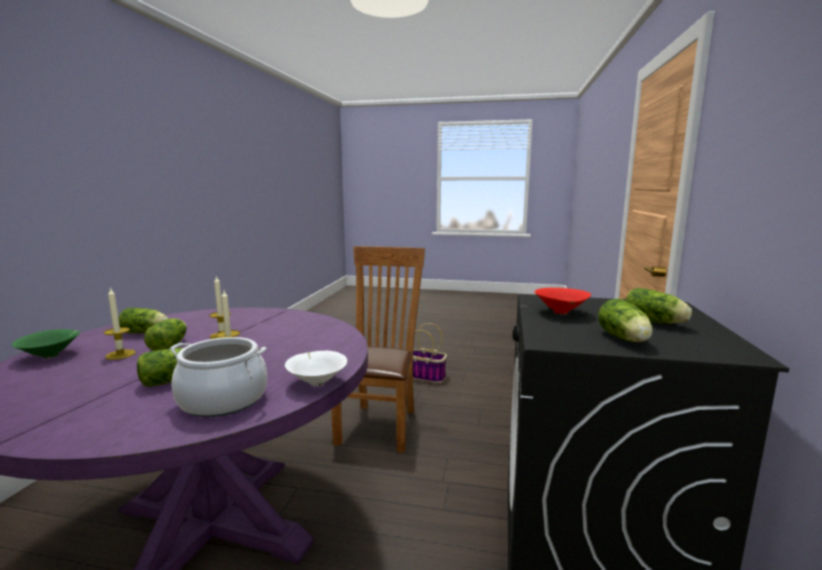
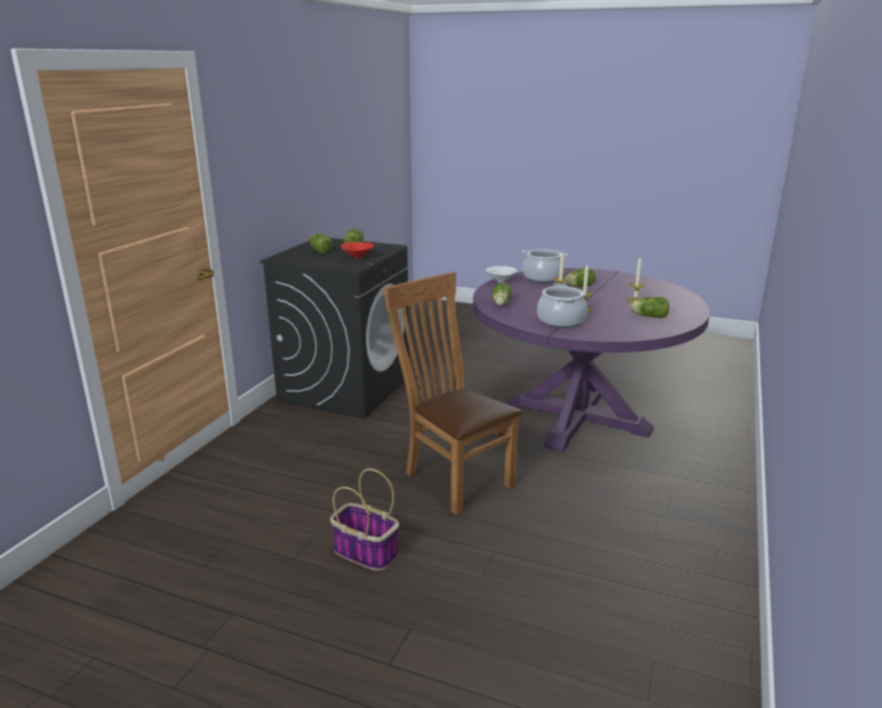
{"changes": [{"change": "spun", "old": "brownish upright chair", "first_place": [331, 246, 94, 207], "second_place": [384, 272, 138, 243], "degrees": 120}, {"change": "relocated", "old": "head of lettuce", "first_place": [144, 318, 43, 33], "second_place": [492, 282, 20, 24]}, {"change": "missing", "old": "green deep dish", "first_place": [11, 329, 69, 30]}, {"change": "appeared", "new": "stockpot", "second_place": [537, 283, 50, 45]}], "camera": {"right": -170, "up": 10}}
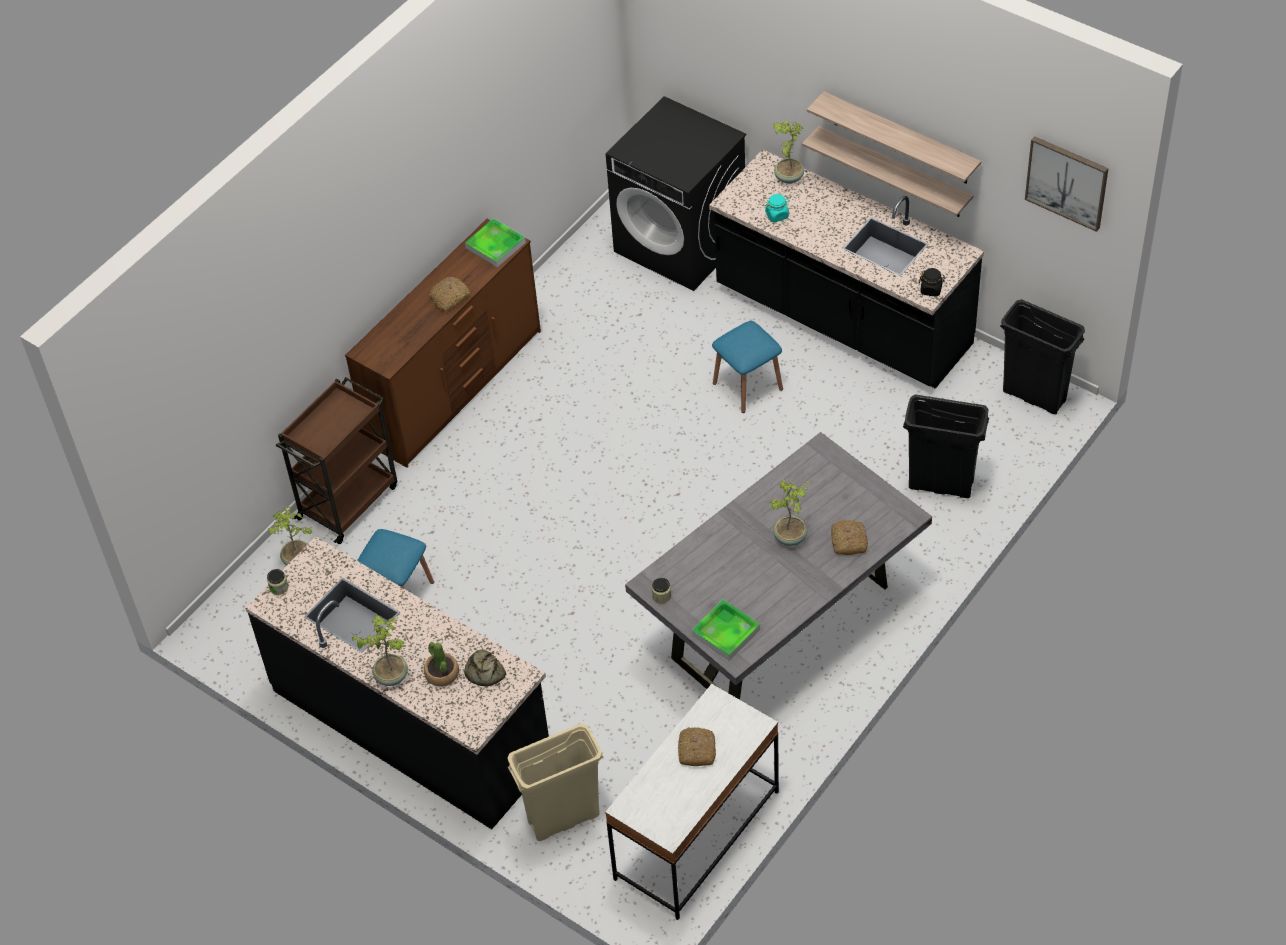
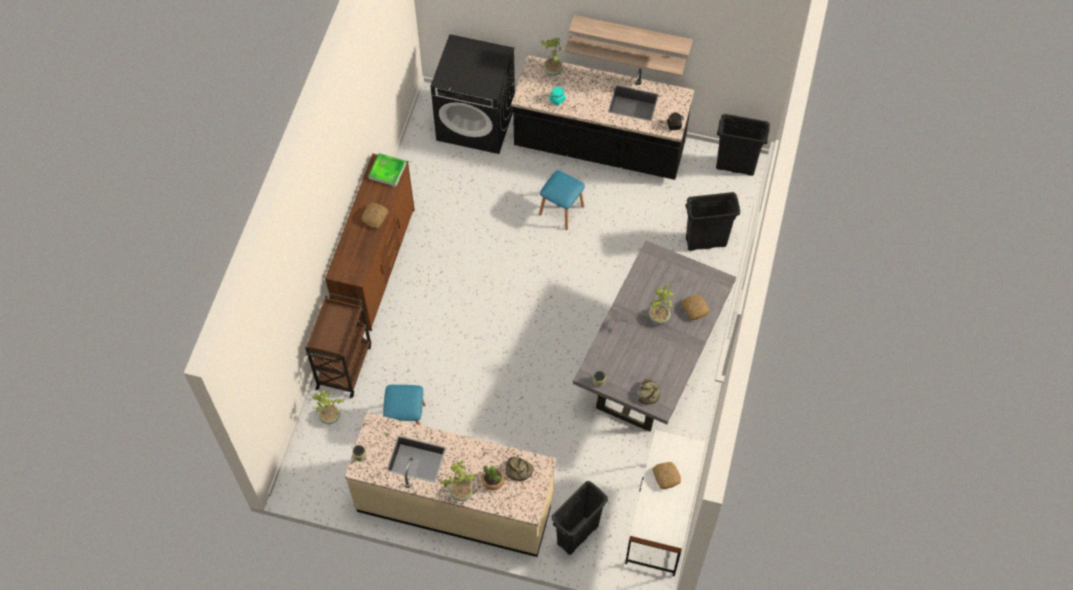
{"changes": [{"change": "missing", "old": "picture", "first_place": [1025, 136, 84, 96]}, {"change": "colour", "old": "black-coloured kitchen counter", "new": "sand-coloured kitchen counter", "first_place": [245, 537, 304, 292], "second_place": [345, 412, 211, 145]}, {"change": "exchanged", "old": "tray", "new": "bakery bread", "first_place": [692, 599, 68, 62], "second_place": [638, 379, 22, 25]}, {"change": "colour", "old": "sand-coloured trash can", "new": "black-coloured trash can", "first_place": [508, 723, 95, 118], "second_place": [552, 481, 56, 74]}], "camera": {"right": -25, "up": 10}}
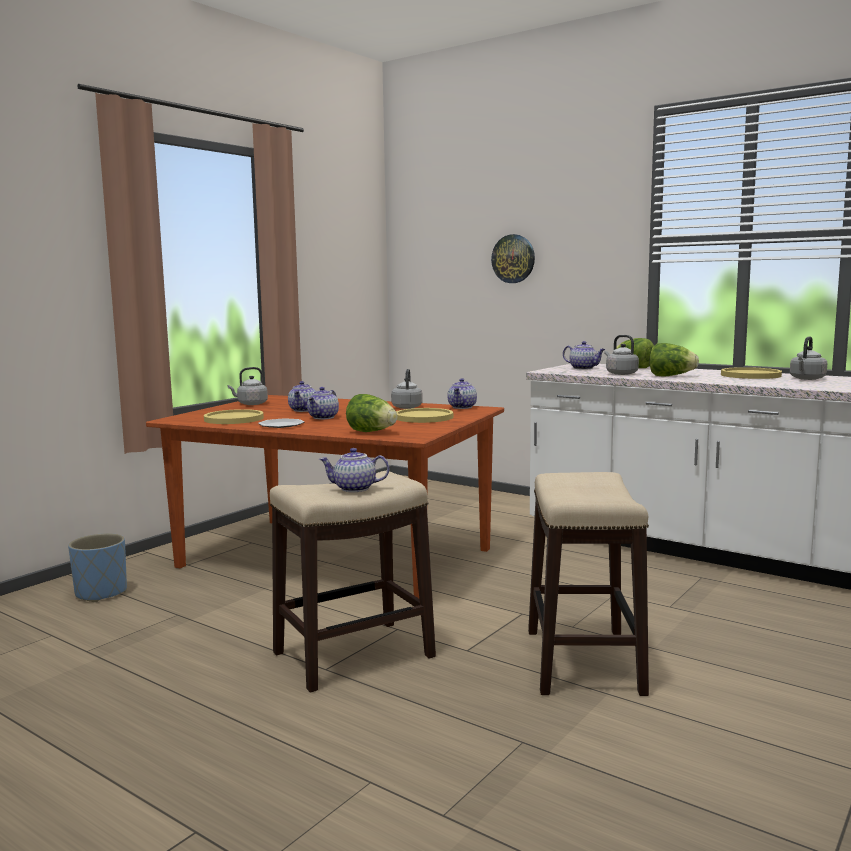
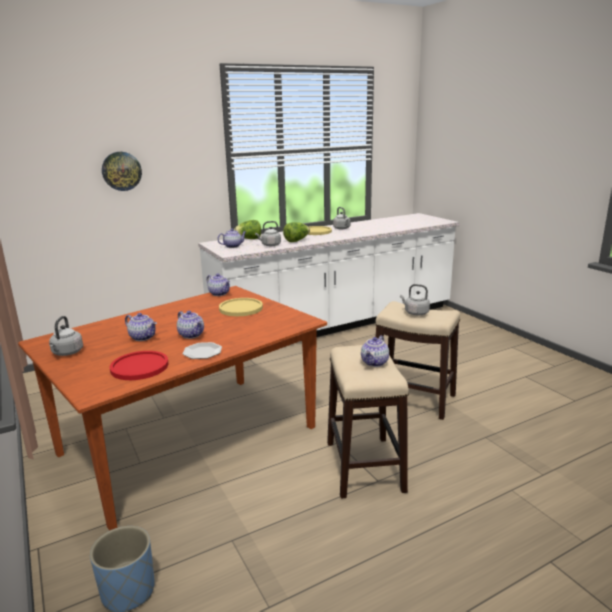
{"changes": [{"change": "relocated", "old": "gray tea kettle", "first_place": [391, 369, 32, 40], "second_place": [400, 284, 30, 31]}, {"change": "missing", "old": "head of lettuce", "first_place": [346, 394, 52, 38]}, {"change": "colour", "old": "yellow dinner plate", "new": "red-coloured dinner plate", "first_place": [204, 409, 60, 15], "second_place": [110, 351, 59, 29]}], "camera": {"right": -65, "up": 10}}
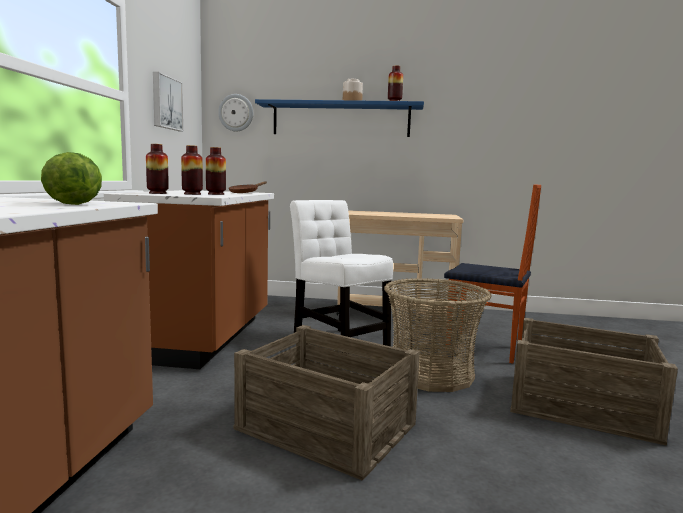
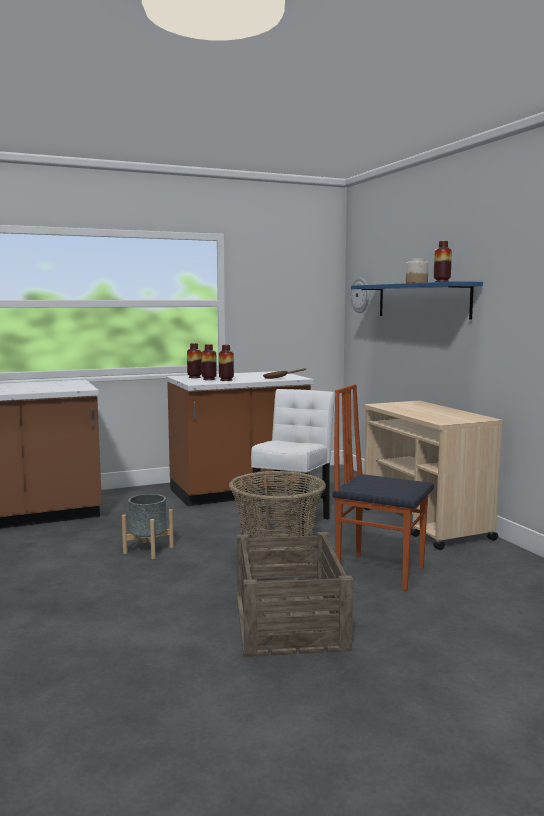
{"changes": [{"change": "missing", "old": "picture", "first_place": [153, 72, 31, 59]}, {"change": "missing", "old": "head of lettuce", "first_place": [41, 152, 61, 53]}, {"change": "spun", "old": "upright chair", "first_place": [444, 184, 97, 180], "second_place": [332, 384, 102, 207], "degrees": 120}, {"change": "exchanged", "old": "packing crate", "new": "gray plant pot", "first_place": [234, 325, 186, 156], "second_place": [122, 494, 52, 65]}], "camera": {"right": 60, "up": 0}}
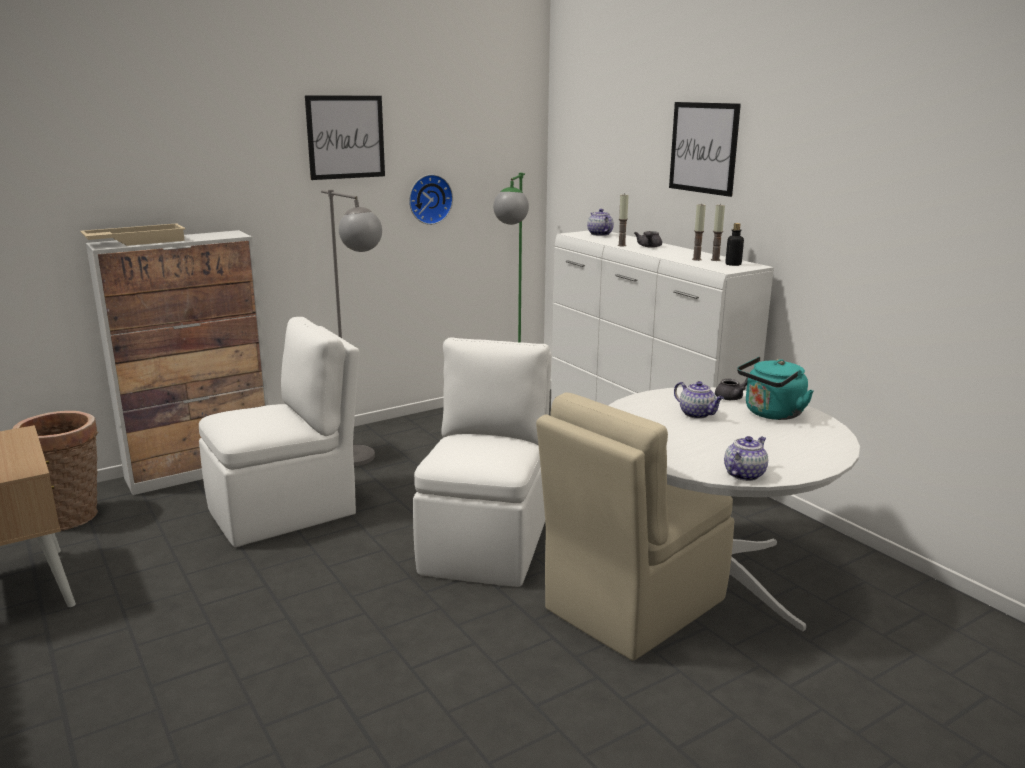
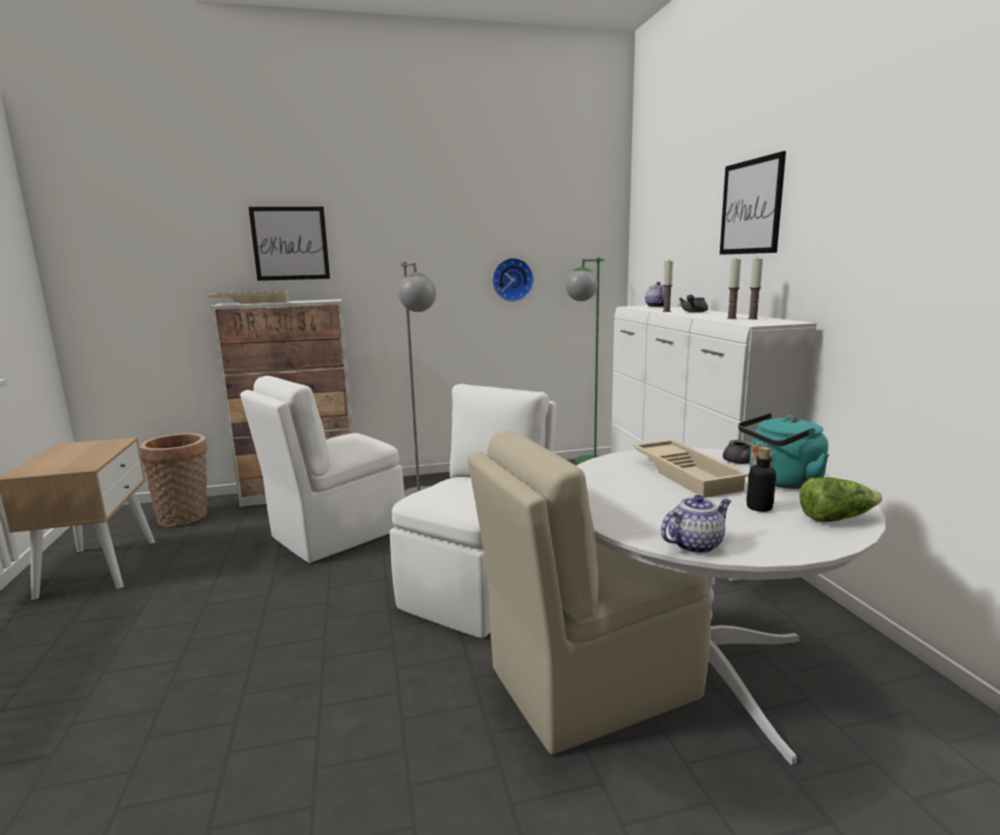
{"changes": [{"change": "relocated", "old": "picture", "first_place": [305, 96, 80, 84], "second_place": [249, 207, 81, 74]}, {"change": "relocated", "old": "bottle", "first_place": [726, 223, 18, 43], "second_place": [746, 447, 30, 65]}, {"change": "spun", "old": "white upright chair", "first_place": [199, 317, 161, 230], "second_place": [240, 376, 165, 187], "degrees": 150}, {"change": "exchanged", "old": "teapot", "new": "sand-coloured tray", "first_place": [674, 381, 50, 38], "second_place": [633, 440, 116, 58]}, {"change": "appeared", "new": "head of lettuce", "second_place": [799, 477, 83, 45]}], "camera": {"right": 20, "up": -5}}
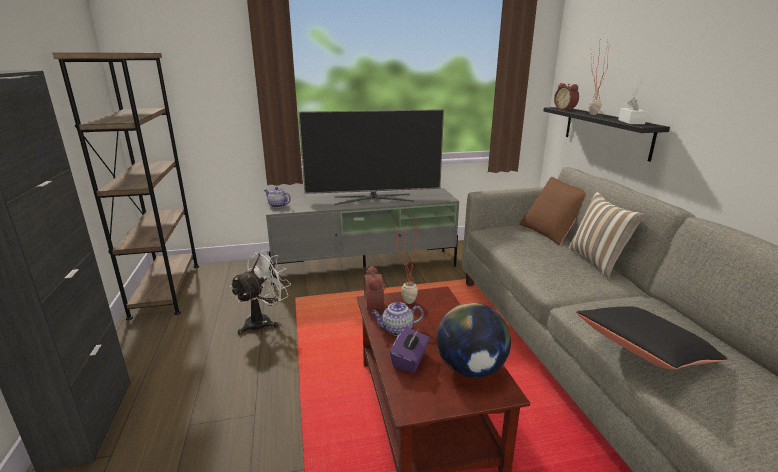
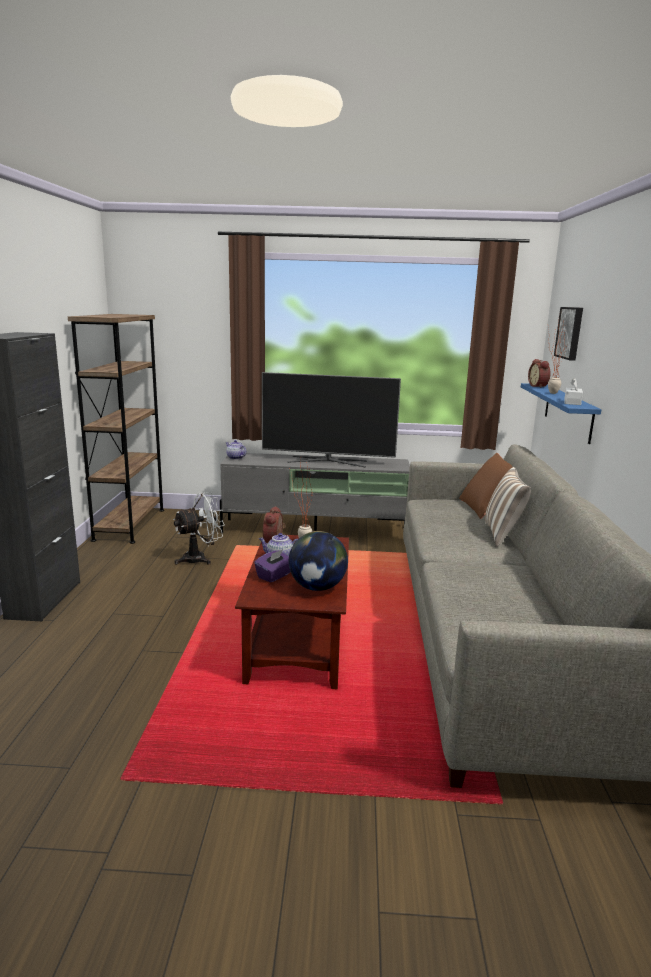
{"changes": [{"change": "colour", "old": "black-coloured bracket shelf", "new": "blue-coloured bracket shelf", "first_place": [543, 107, 127, 55], "second_place": [521, 383, 81, 61]}, {"change": "missing", "old": "black-coloured pillow", "first_place": [576, 306, 151, 64]}, {"change": "appeared", "new": "picture", "second_place": [554, 307, 29, 54]}], "camera": {"right": 15, "up": -5}}
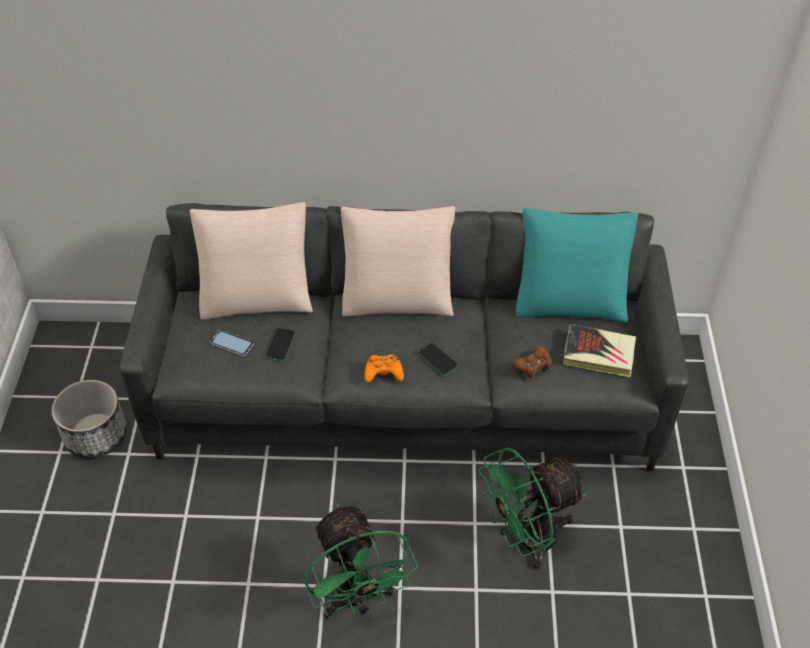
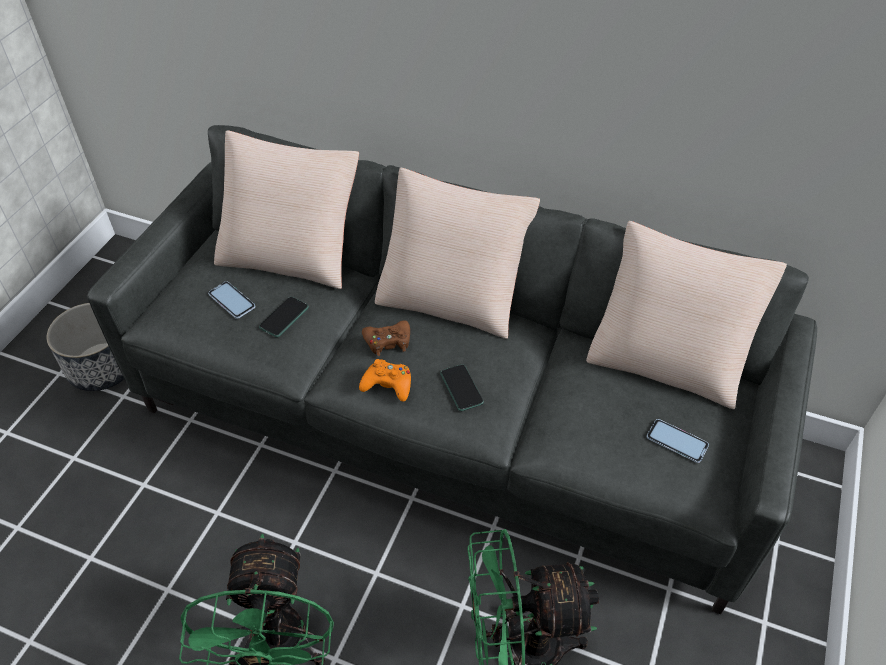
{"changes": [{"change": "colour", "old": "blue-green pillow", "new": "sand-coloured pillow", "first_place": [516, 208, 122, 115], "second_place": [586, 221, 201, 188]}, {"change": "exchanged", "old": "volume", "new": "phone", "first_place": [563, 324, 73, 53], "second_place": [647, 419, 62, 44]}, {"change": "relocated", "old": "brownish joypad", "first_place": [511, 346, 41, 33], "second_place": [362, 321, 48, 35]}], "camera": {"right": 20, "up": 0}}
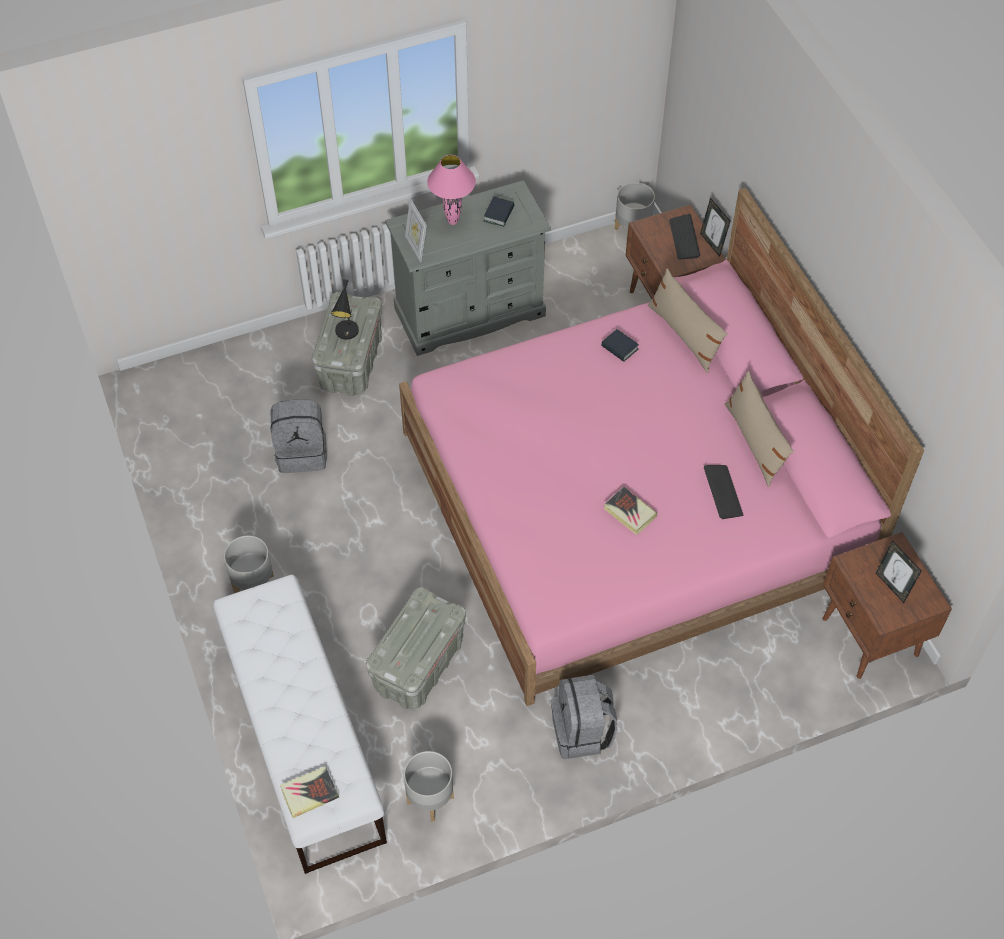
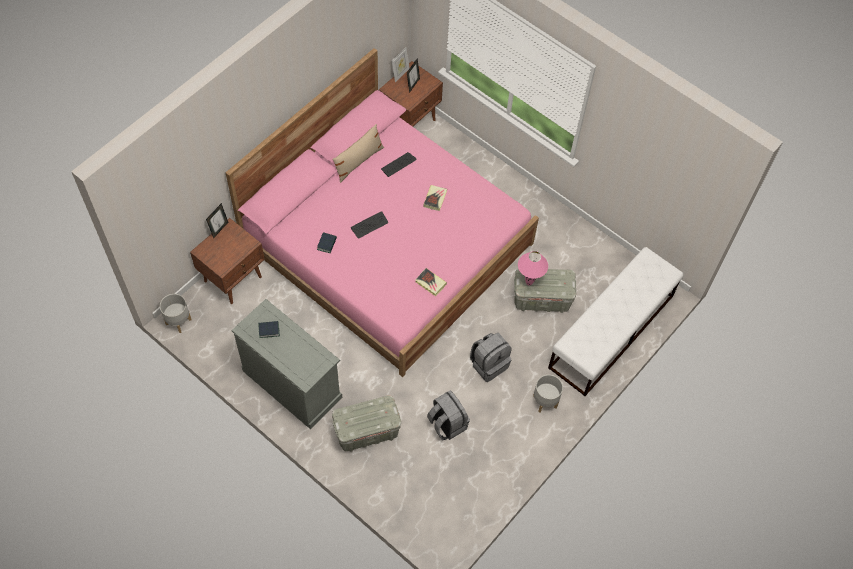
{"changes": [{"change": "relocated", "old": "pink-coloured tabletop lamp", "first_place": [427, 155, 49, 70], "second_place": [518, 251, 30, 35]}, {"change": "relocated", "old": "picture frame", "first_place": [405, 198, 22, 65], "second_place": [392, 48, 18, 34]}, {"change": "relocated", "old": "keyboard", "first_place": [669, 214, 31, 46], "second_place": [350, 211, 38, 28]}, {"change": "missing", "old": "sand-coloured pillow", "first_place": [648, 268, 80, 105]}, {"change": "missing", "old": "black-coloured tabletop lamp", "first_place": [331, 279, 28, 61]}, {"change": "relocated", "old": "gray rucksack", "first_place": [551, 675, 66, 84], "second_place": [470, 333, 41, 49]}, {"change": "missing", "old": "gray plant pot", "first_place": [404, 751, 50, 71]}, {"change": "relocated", "old": "volume", "first_place": [280, 766, 59, 52], "second_place": [415, 268, 32, 28]}], "camera": {"right": -120, "up": 5}}
